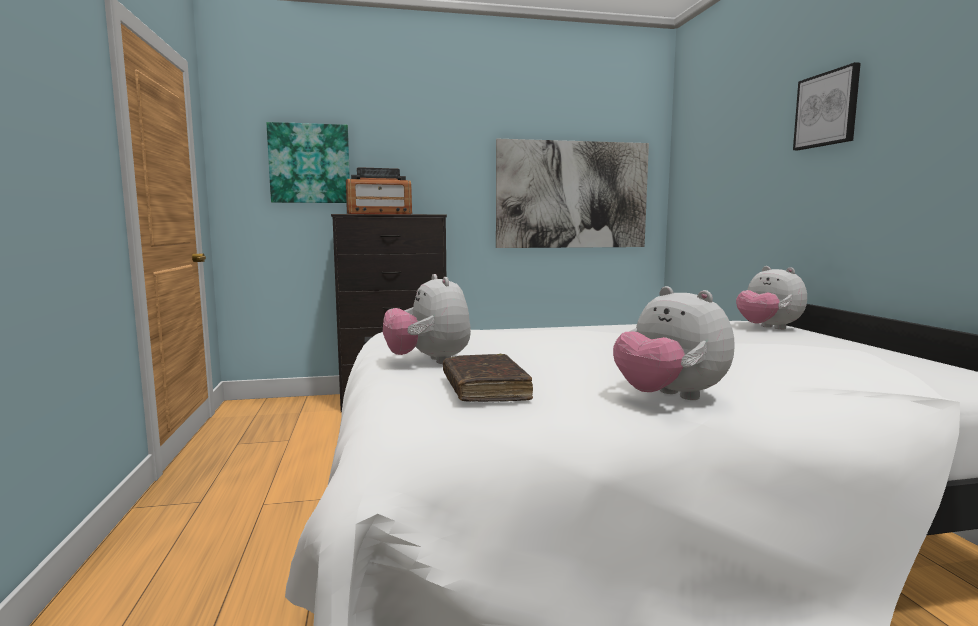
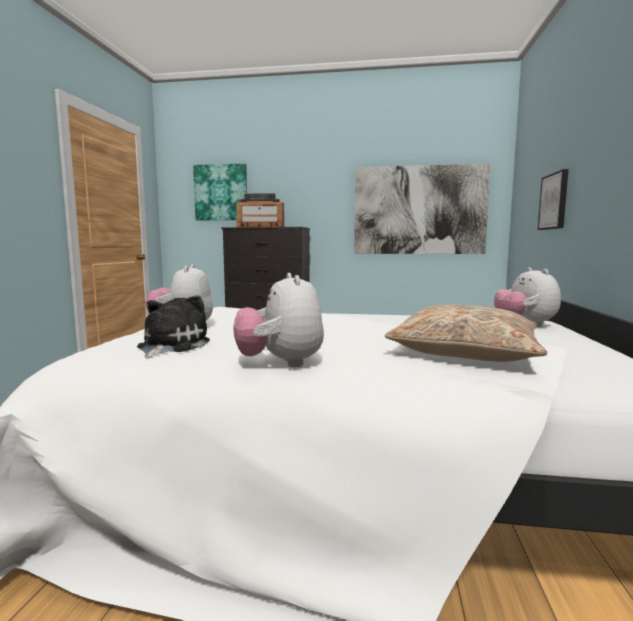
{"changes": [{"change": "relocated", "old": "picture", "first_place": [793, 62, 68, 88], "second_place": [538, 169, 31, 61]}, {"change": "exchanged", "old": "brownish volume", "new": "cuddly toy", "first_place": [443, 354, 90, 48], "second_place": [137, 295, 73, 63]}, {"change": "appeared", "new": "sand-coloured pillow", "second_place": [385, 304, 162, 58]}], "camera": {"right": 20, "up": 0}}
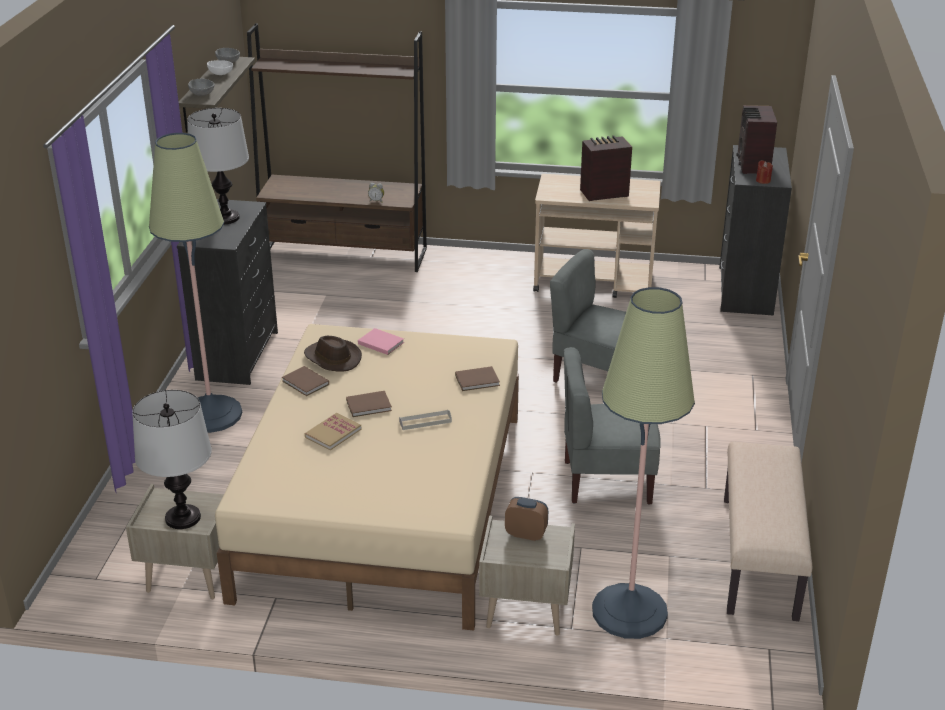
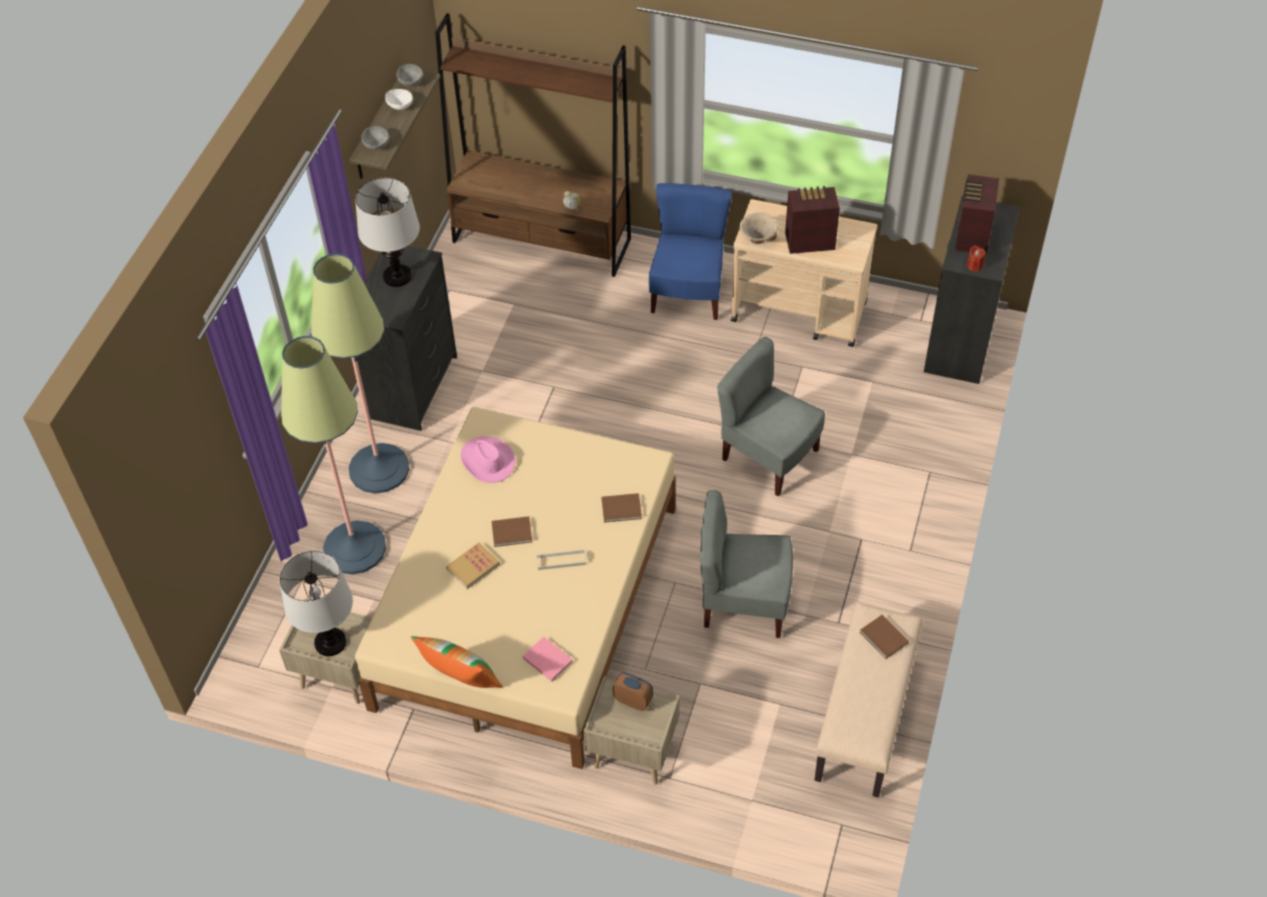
{"changes": [{"change": "relocated", "old": "standard lamp", "first_place": [592, 287, 103, 352], "second_place": [281, 336, 105, 239]}, {"change": "relocated", "old": "pink-coloured volume", "first_place": [358, 328, 46, 27], "second_place": [523, 637, 50, 45]}, {"change": "colour", "old": "brownish hat", "new": "pink-coloured hat", "first_place": [304, 336, 58, 36], "second_place": [461, 436, 55, 47]}, {"change": "relocated", "old": "brownish volume", "first_place": [282, 366, 47, 30], "second_place": [860, 615, 49, 44]}, {"change": "appeared", "new": "blue-coloured upright chair", "second_place": [649, 183, 83, 137]}, {"change": "appeared", "new": "sand-coloured deep dish", "second_place": [739, 212, 39, 32]}, {"change": "appeared", "new": "pillow", "second_place": [411, 636, 92, 52]}], "camera": {"right": 10, "up": 20}}
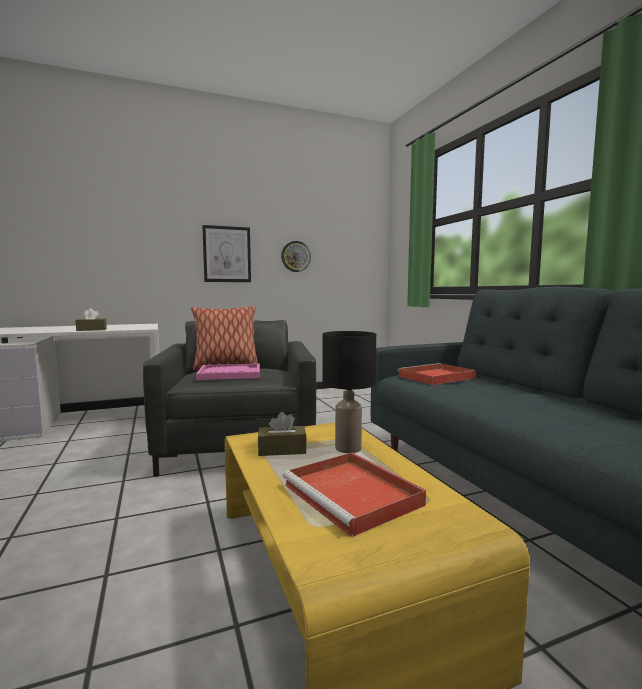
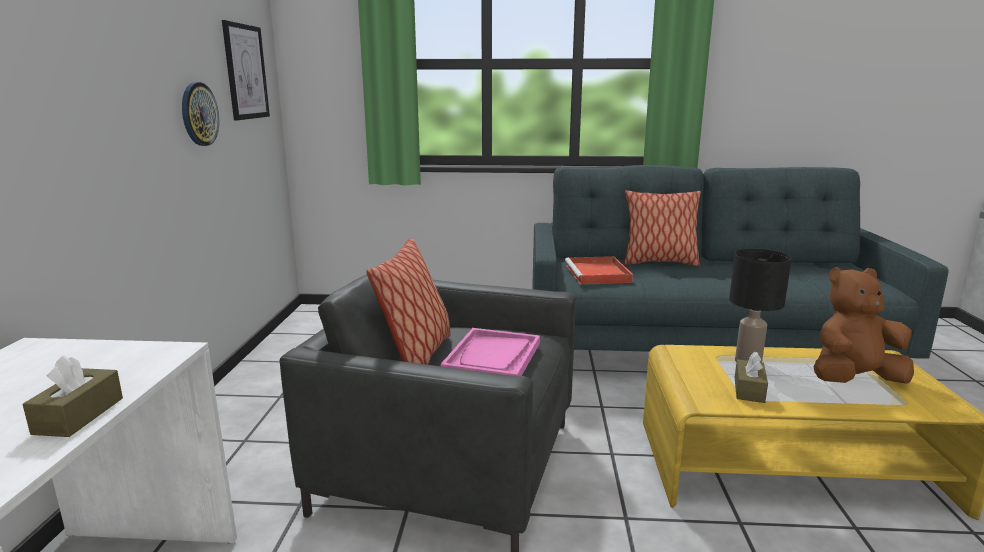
{"changes": [{"change": "relocated", "old": "picture", "first_place": [202, 225, 49, 57], "second_place": [222, 20, 48, 100]}, {"change": "exchanged", "old": "red-coloured tray", "new": "brownish cuddly toy", "first_place": [283, 452, 143, 85], "second_place": [814, 267, 100, 117]}, {"change": "appeared", "new": "pillow", "second_place": [625, 190, 76, 76]}], "camera": {"right": -65, "up": 10}}
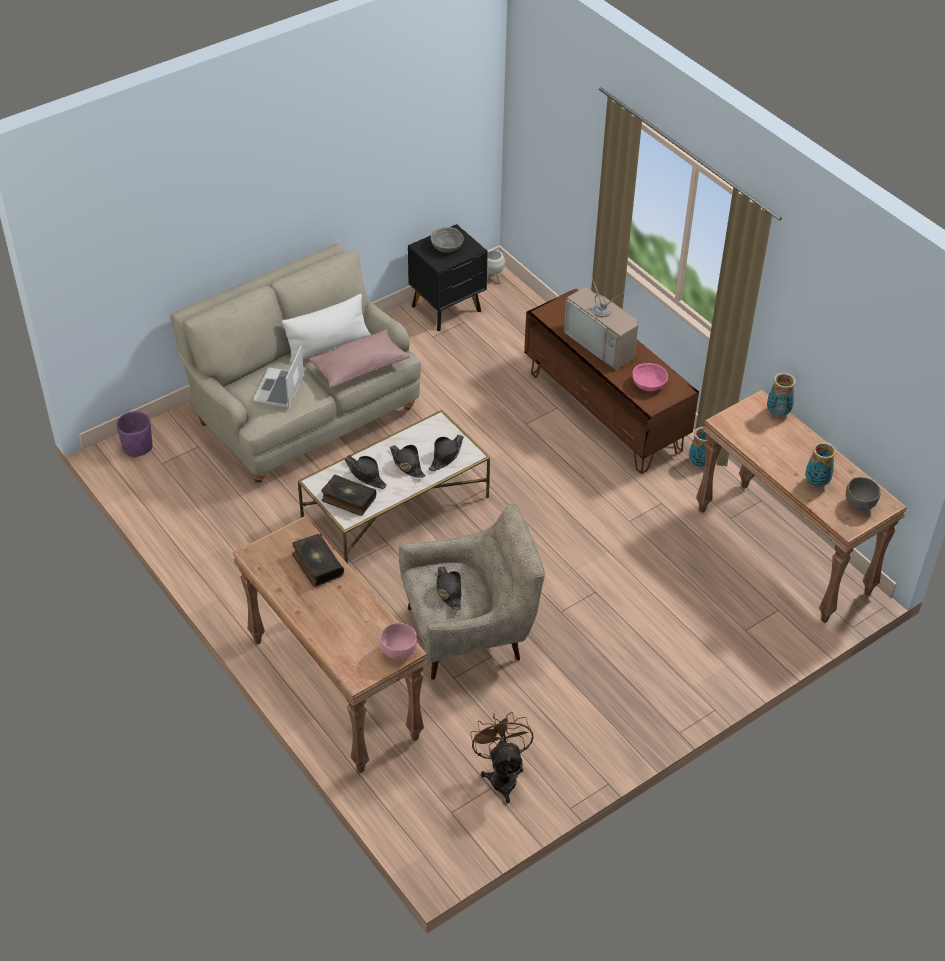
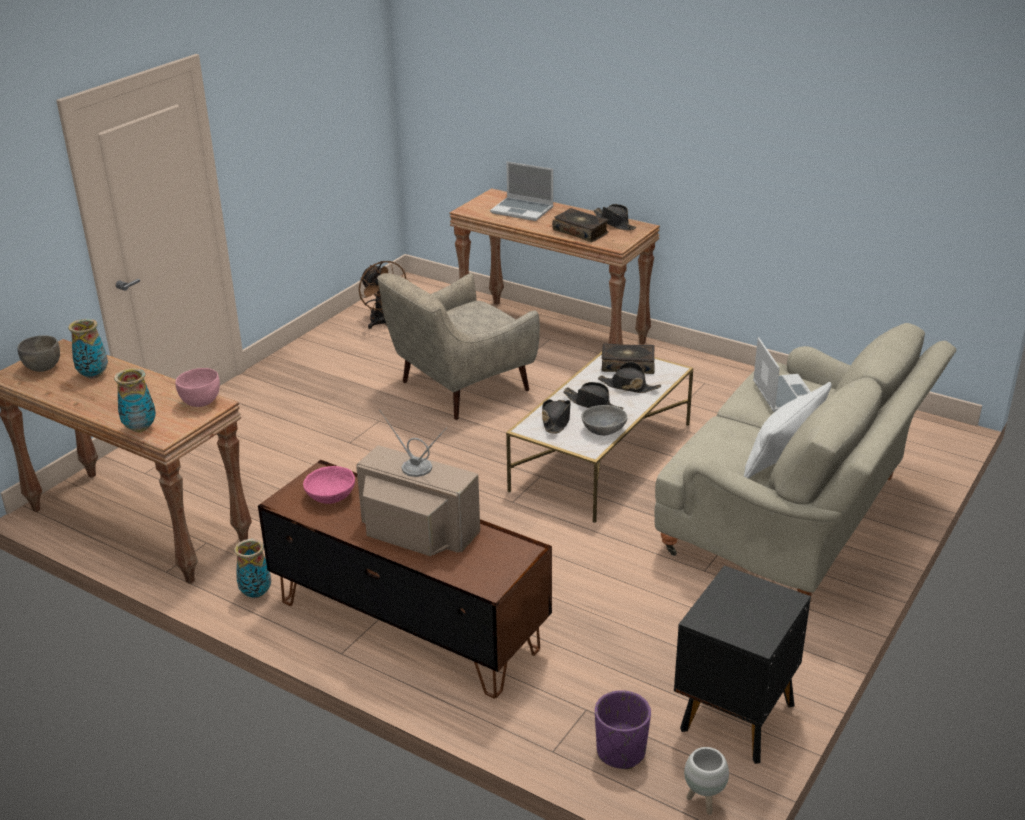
{"changes": [{"change": "relocated", "old": "gray deep dish", "first_place": [431, 227, 33, 26], "second_place": [581, 405, 46, 31]}, {"change": "missing", "old": "pink-coloured pillow", "first_place": [309, 329, 100, 59]}, {"change": "relocated", "old": "purplish plant pot", "first_place": [116, 411, 36, 47], "second_place": [595, 690, 56, 79]}, {"change": "relocated", "old": "black-coloured hat", "first_place": [436, 567, 25, 43], "second_place": [593, 204, 43, 26]}, {"change": "relocated", "old": "pink-coloured deep dish", "first_place": [380, 623, 37, 37], "second_place": [176, 368, 44, 39]}, {"change": "appeared", "new": "laptop", "second_place": [490, 161, 63, 60]}], "camera": {"right": 160, "up": -15}}
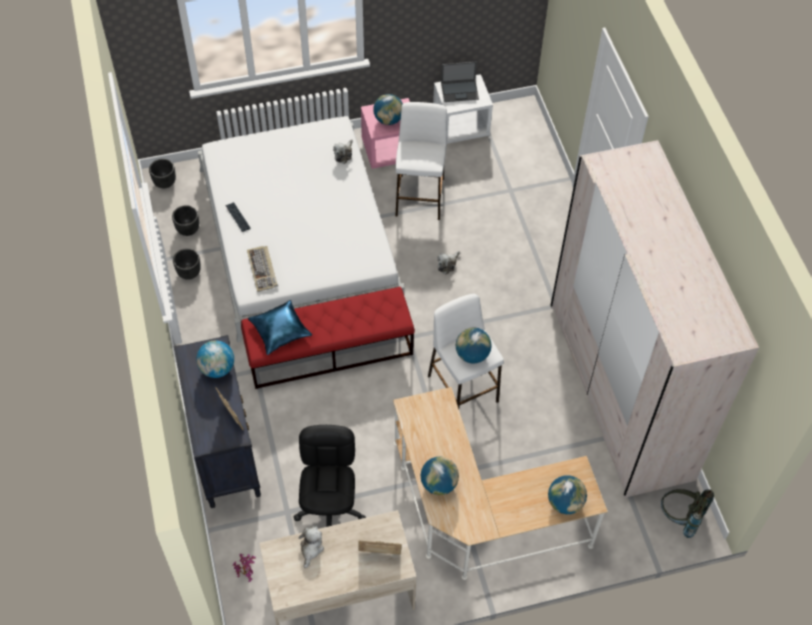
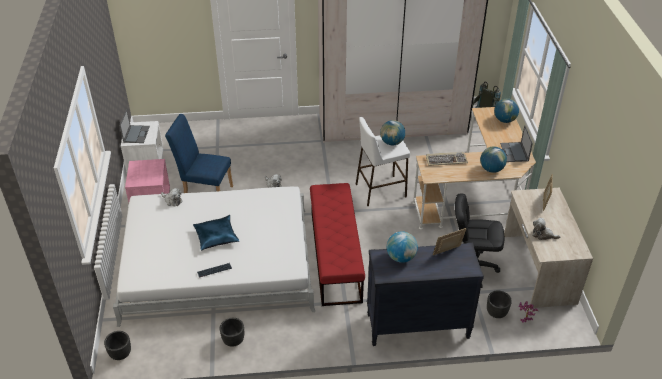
{"changes": [{"change": "missing", "old": "desk globe", "first_place": [373, 94, 30, 31]}, {"change": "exchanged", "old": "white stool", "new": "blue-coloured upright chair", "first_place": [395, 102, 52, 118], "second_place": [165, 114, 68, 79]}, {"change": "relocated", "old": "black-coloured plant pot", "first_place": [172, 205, 27, 31], "second_place": [487, 290, 25, 28]}, {"change": "relocated", "old": "keyboard", "first_place": [247, 246, 31, 46], "second_place": [426, 152, 42, 14]}, {"change": "relocated", "old": "blue-coloured pillow", "first_place": [248, 300, 65, 55], "second_place": [193, 215, 47, 35]}, {"change": "appeared", "new": "laptop", "second_place": [500, 125, 33, 37]}], "camera": {"right": -80, "up": -15}}
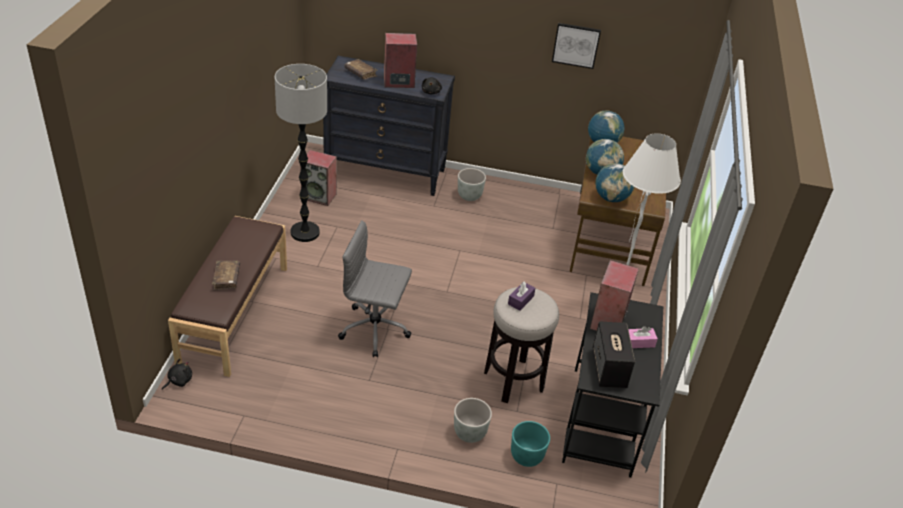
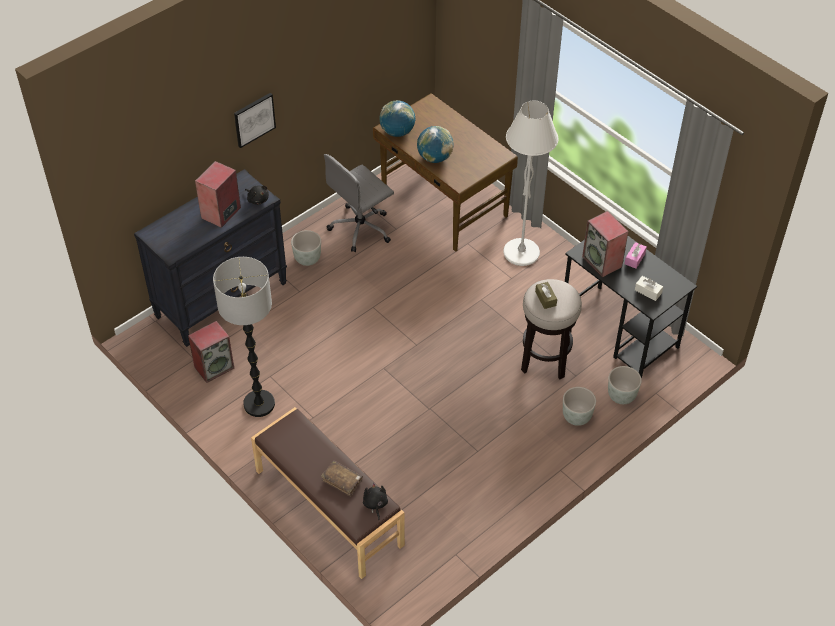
{"changes": [{"change": "relocated", "old": "picture", "first_place": [552, 23, 49, 46], "second_place": [234, 93, 42, 55]}, {"change": "missing", "old": "brownish volume", "first_place": [344, 59, 34, 21]}, {"change": "missing", "old": "desk globe", "first_place": [595, 163, 39, 39]}, {"change": "relocated", "old": "gray computer chair", "first_place": [338, 220, 74, 137], "second_place": [324, 154, 70, 98]}, {"change": "colour", "old": "purplish box of tissues", "new": "brownish box of tissues", "first_place": [508, 281, 27, 29], "second_place": [535, 282, 22, 27]}, {"change": "exchanged", "old": "audio speaker", "new": "white box of tissues", "first_place": [592, 321, 43, 67], "second_place": [635, 276, 28, 25]}, {"change": "relocated", "old": "black-coloured cuddly toy", "first_place": [162, 359, 30, 31], "second_place": [363, 483, 25, 37]}, {"change": "colour", "old": "blue-green plant pot", "new": "gray plant pot", "first_place": [511, 421, 39, 46], "second_place": [608, 366, 34, 38]}], "camera": {"right": -50, "up": 10}}
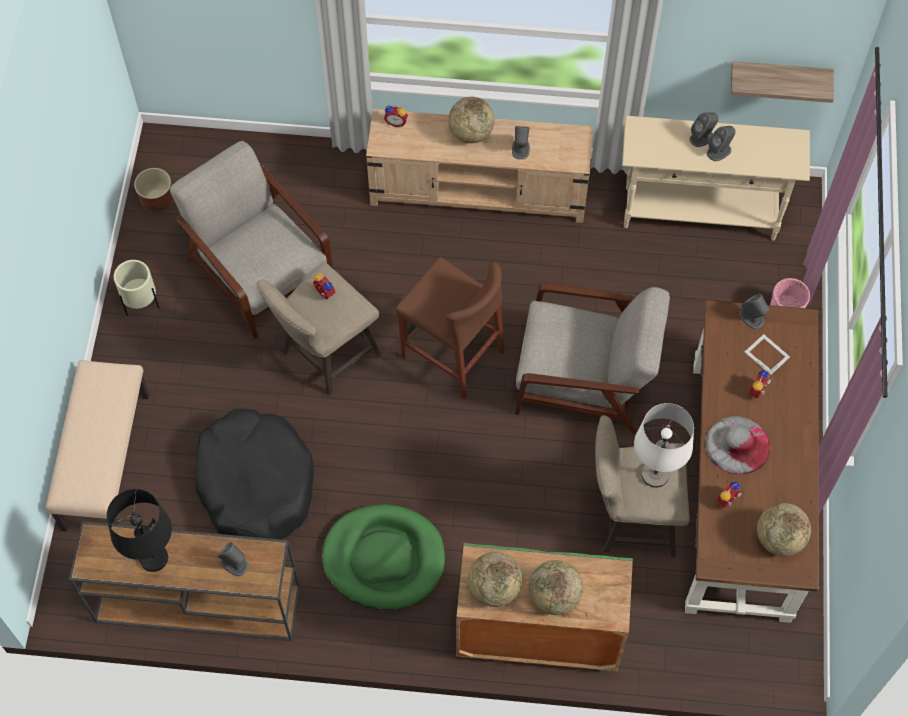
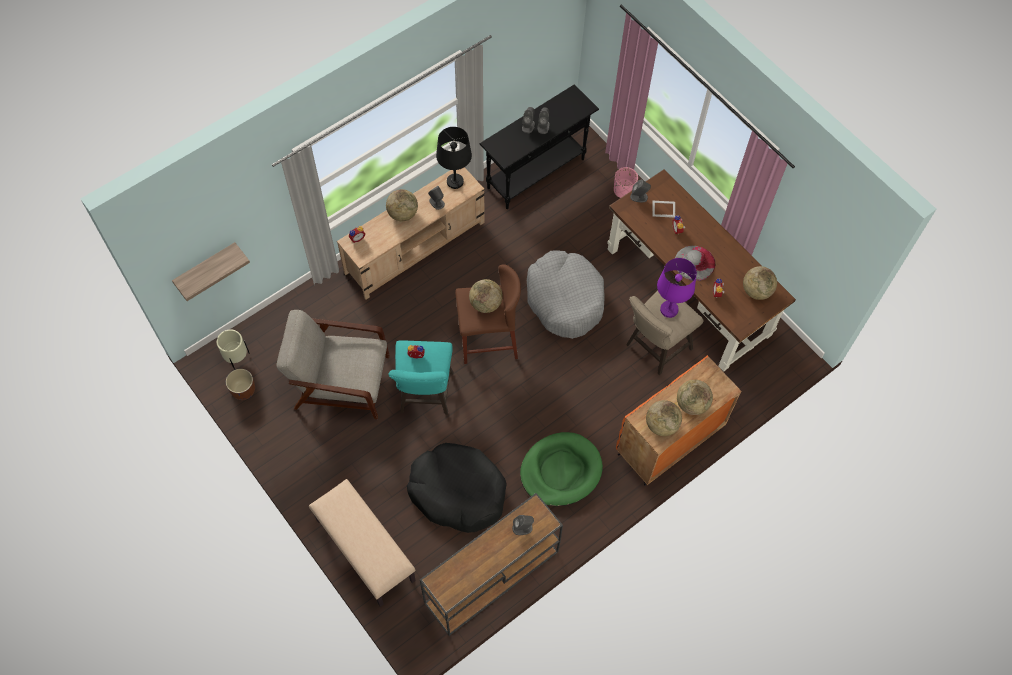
{"changes": [{"change": "relocated", "old": "bracket shelf", "first_place": [731, 61, 103, 42], "second_place": [172, 242, 78, 59]}, {"change": "colour", "old": "sand-coloured narrow table", "new": "black-coloured narrow table", "first_place": [622, 116, 188, 124], "second_place": [479, 84, 120, 125]}, {"change": "relocated", "old": "sand-coloured plant pot", "first_place": [114, 260, 45, 56], "second_place": [217, 329, 33, 41]}, {"change": "colour", "old": "sand-coloured stool", "new": "blue-green stool", "first_place": [256, 263, 126, 132], "second_place": [388, 341, 65, 74]}, {"change": "exchanged", "old": "gray armchair", "new": "gray pet bed", "first_place": [514, 283, 156, 151], "second_place": [527, 251, 78, 88]}, {"change": "colour", "old": "white tabletop lamp", "new": "purplish tabletop lamp", "first_place": [634, 403, 60, 85], "second_place": [657, 258, 40, 60]}, {"change": "relocated", "old": "black-coloured tabletop lamp", "first_place": [107, 489, 65, 83], "second_place": [436, 127, 36, 62]}, {"change": "colour", "old": "green cupboard", "new": "orange-coloured cupboard", "first_place": [456, 543, 177, 129], "second_place": [616, 355, 125, 131]}, {"change": "appeared", "new": "desk globe", "second_place": [469, 279, 34, 34]}], "camera": {"right": -45, "up": 0}}
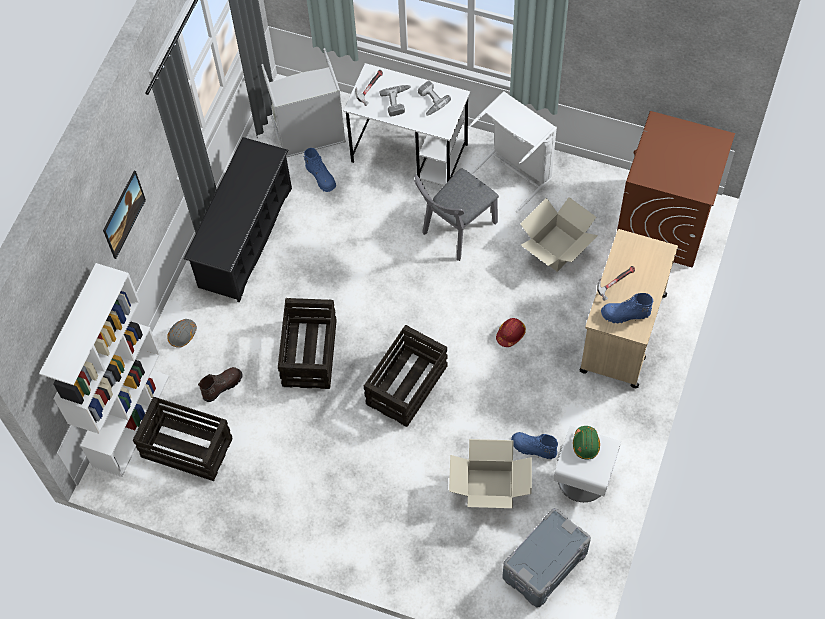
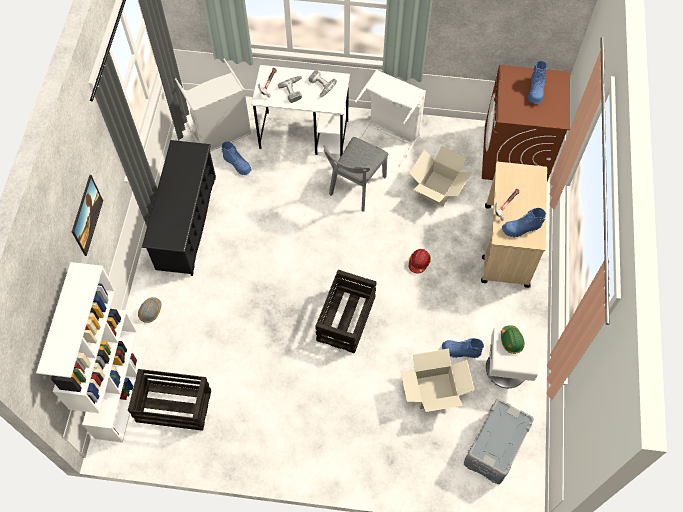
{"changes": [{"change": "missing", "old": "packing crate", "first_place": [278, 298, 59, 91]}, {"change": "missing", "old": "brownish tall boot", "first_place": [198, 367, 45, 35]}, {"change": "appeared", "new": "blue-coloured tall boot", "second_place": [528, 61, 19, 42]}], "camera": {"right": -15, "up": 0}}
